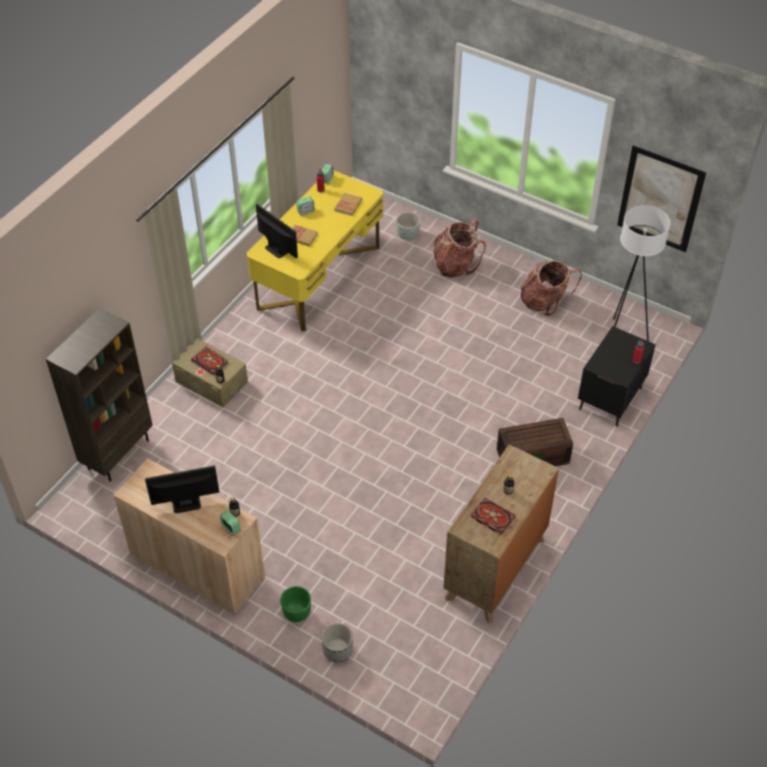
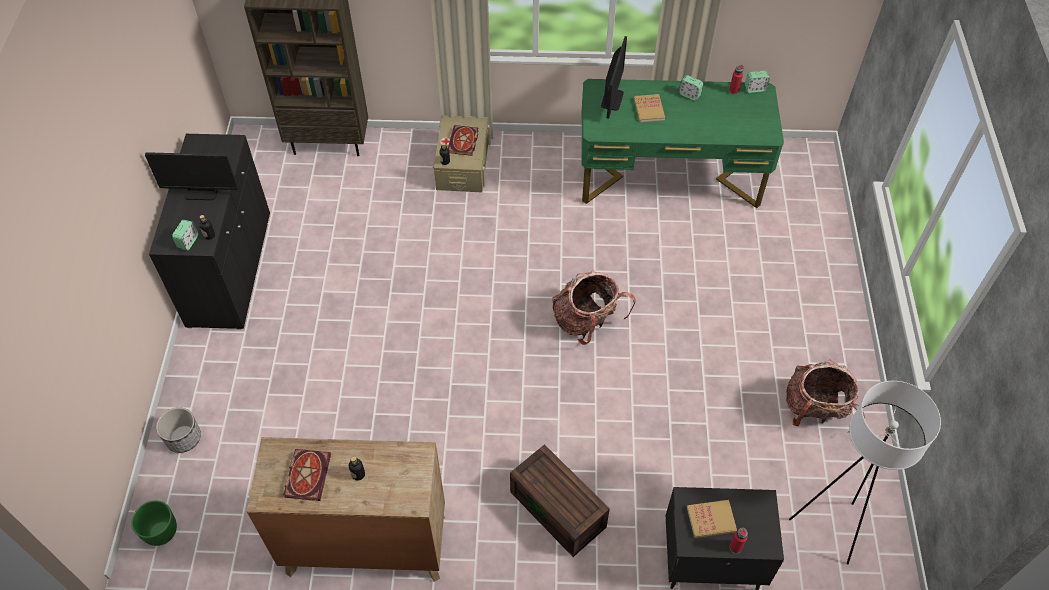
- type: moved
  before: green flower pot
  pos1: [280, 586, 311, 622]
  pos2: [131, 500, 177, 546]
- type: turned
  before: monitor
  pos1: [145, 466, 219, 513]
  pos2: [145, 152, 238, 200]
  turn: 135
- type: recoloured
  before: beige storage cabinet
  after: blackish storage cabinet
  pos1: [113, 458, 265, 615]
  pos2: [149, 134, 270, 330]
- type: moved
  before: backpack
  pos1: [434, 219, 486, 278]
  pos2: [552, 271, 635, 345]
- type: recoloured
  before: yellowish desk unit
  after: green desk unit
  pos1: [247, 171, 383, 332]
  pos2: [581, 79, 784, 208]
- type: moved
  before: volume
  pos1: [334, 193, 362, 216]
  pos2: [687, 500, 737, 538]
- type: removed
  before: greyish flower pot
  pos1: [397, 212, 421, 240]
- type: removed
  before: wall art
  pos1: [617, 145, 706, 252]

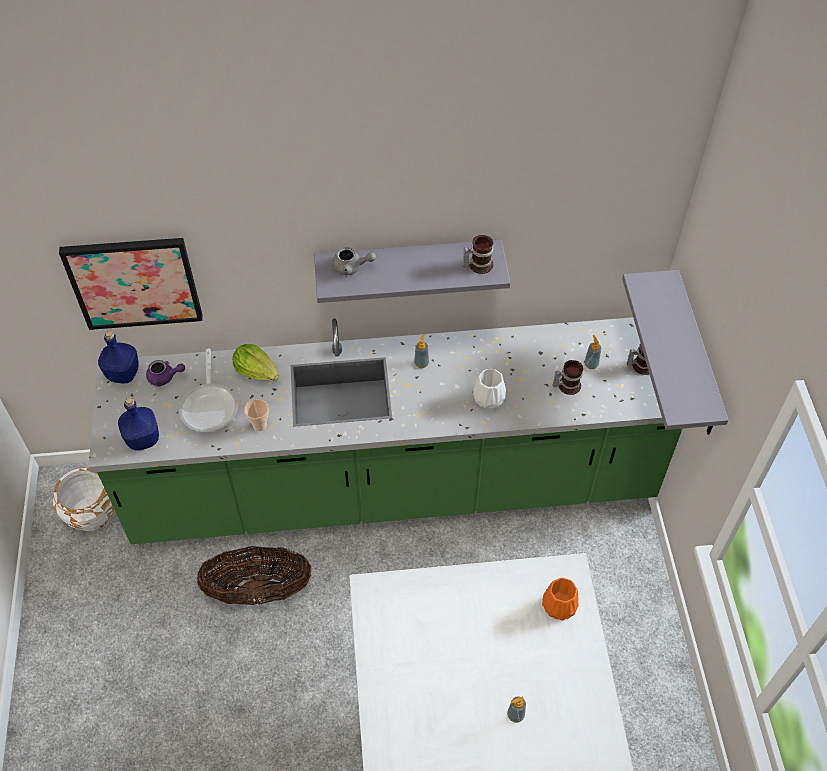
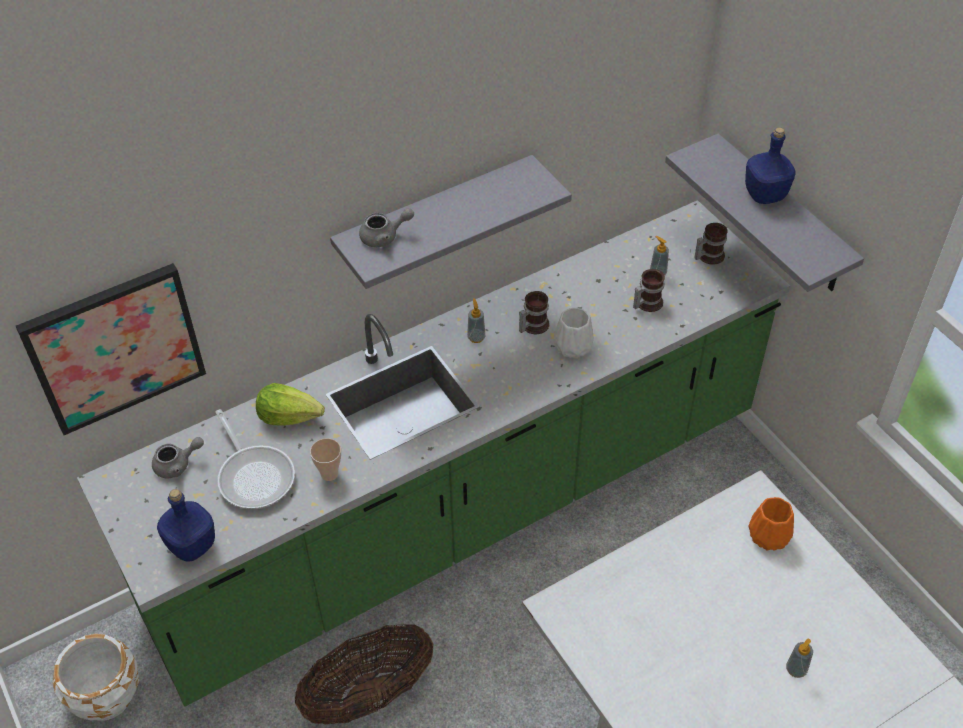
- type: recoloured
  before: purplish tea pot
  after: greyish tea pot
  pos1: [146, 360, 185, 387]
  pos2: [152, 437, 204, 478]
- type: moved
  before: coffee mug
  pos1: [463, 235, 494, 274]
  pos2: [519, 291, 549, 334]
- type: moved
  before: blue bottle
  pos1: [98, 331, 139, 383]
  pos2: [745, 127, 796, 204]

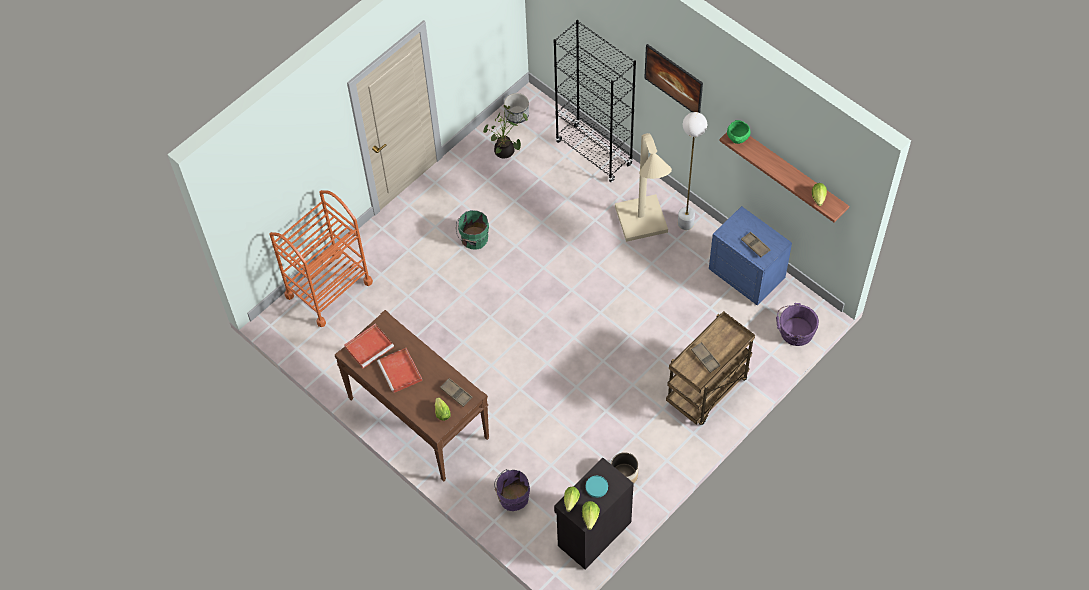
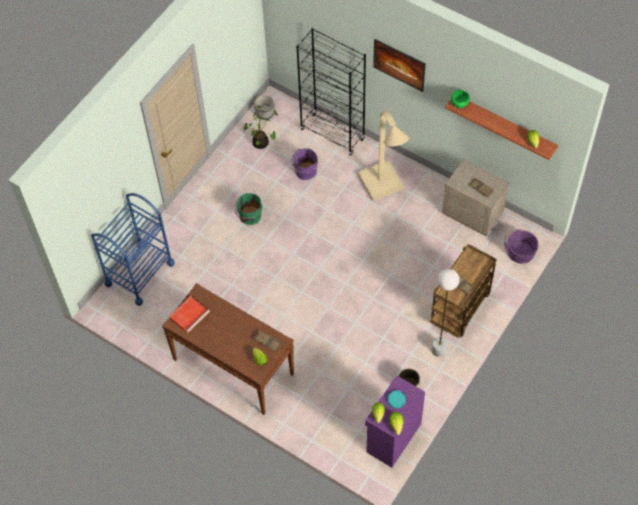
- type: recoloured
  before: orange-coloured cart
  after: blue cart
  pos1: [269, 190, 373, 328]
  pos2: [91, 193, 175, 306]
- type: moved
  before: purplish water bucket
  pos1: [494, 469, 530, 511]
  pos2: [291, 148, 318, 180]
- type: recoloured
  before: blackish storage cabinet
  after: purplish storage cabinet
  pos1: [554, 458, 634, 569]
  pos2: [365, 375, 425, 468]
- type: moved
  before: whitish standard lamp
  pos1: [678, 112, 707, 230]
  pos2: [432, 269, 460, 357]
- type: recoloured
  before: blue nightstand
  after: beige nightstand
  pos1: [709, 206, 792, 306]
  pos2: [442, 159, 509, 236]
- type: removed
  before: red-coloured carrying tray
  pos1: [377, 348, 422, 393]

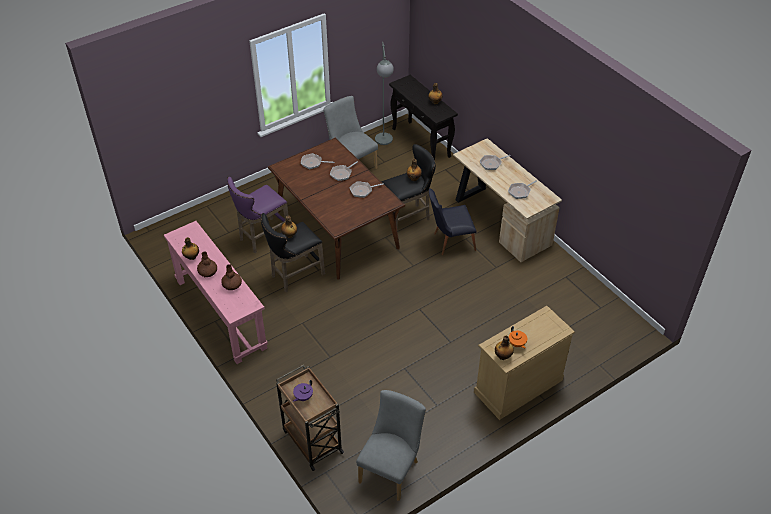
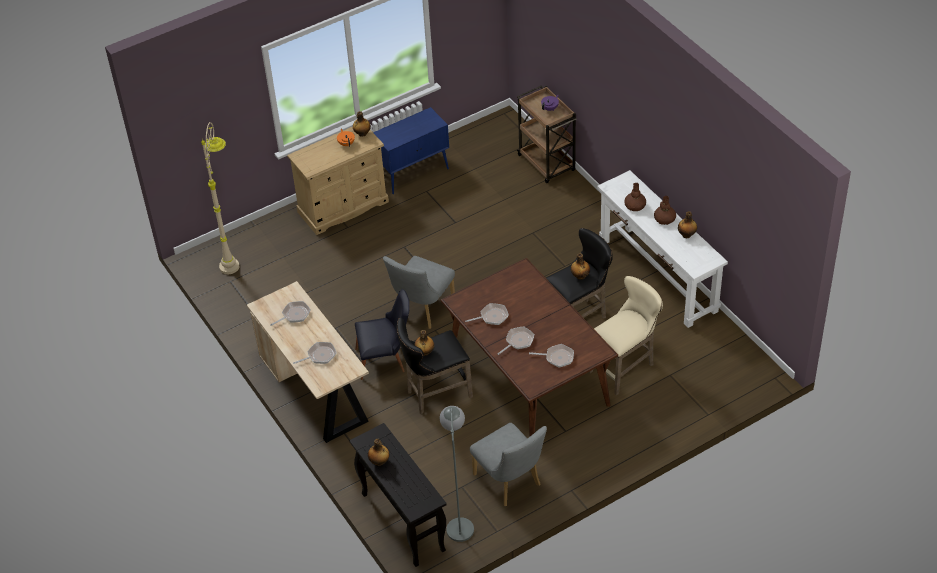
- type: added
  after: beige standard lamp
  pos2: [201, 122, 240, 274]
- type: added
  after: blue storage cabinet
  pos2: [373, 107, 449, 194]
- type: moved
  before: greyish chair
  pos1: [356, 390, 426, 501]
  pos2: [383, 256, 455, 329]
- type: recoloured
  before: purplish stool seat
  after: beige stool seat
  pos1: [227, 177, 289, 253]
  pos2: [589, 276, 663, 395]
- type: recoloured
  before: pink-coloured hall table
  after: whitish hall table
  pos1: [164, 221, 268, 364]
  pos2: [597, 170, 728, 328]

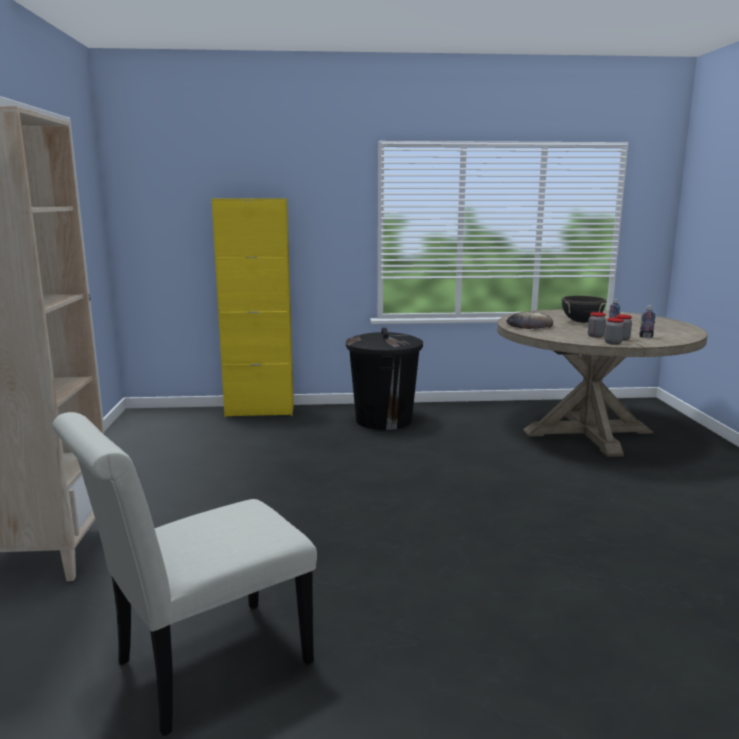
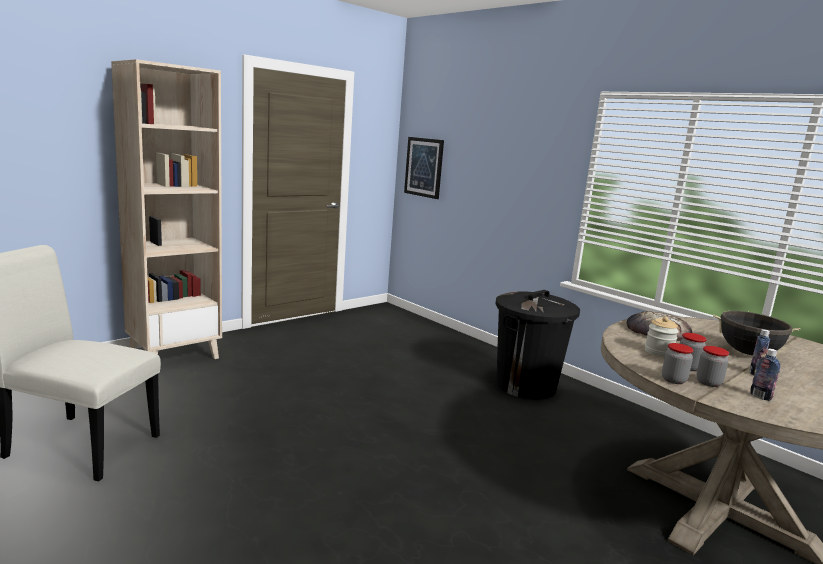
- type: added
  after: wall art
  pos2: [404, 137, 444, 199]
- type: added
  after: storage jar
  pos2: [645, 316, 679, 357]
- type: removed
  before: yellowish storage cabinet
  pos1: [212, 198, 294, 417]

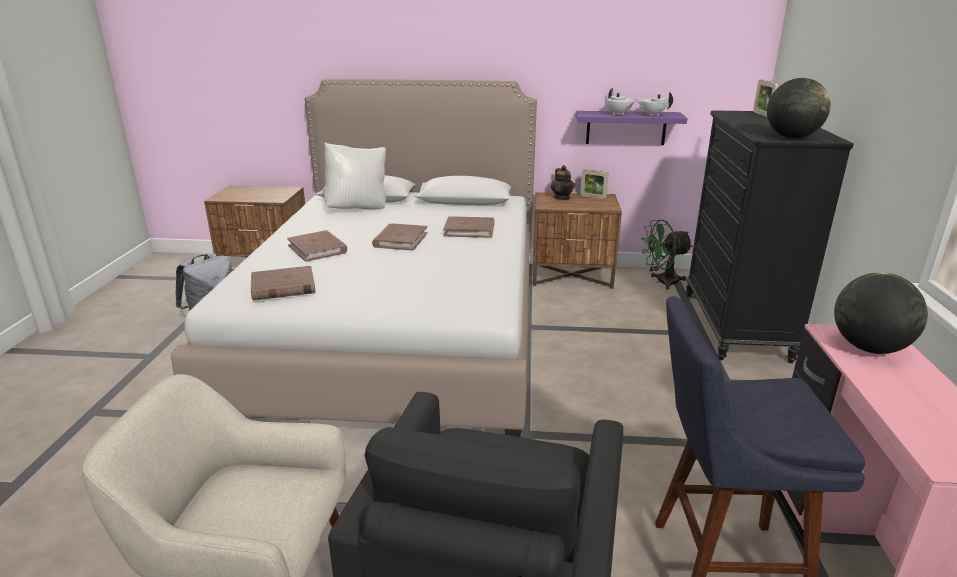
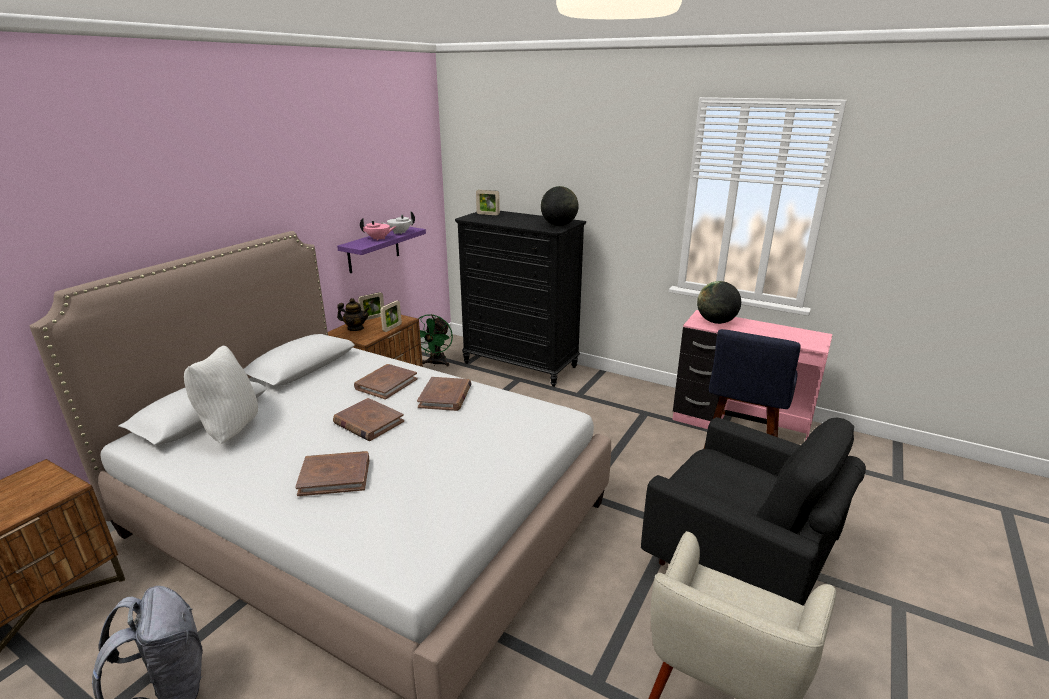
- type: recoloured
  before: whitish tea pot
  after: pink-coloured tea pot
  pos1: [607, 88, 634, 115]
  pos2: [360, 218, 396, 241]
- type: added
  after: standing frame
  pos2: [380, 300, 402, 332]
- type: moved
  before: brown volume
  pos1: [251, 266, 315, 300]
  pos2: [417, 377, 472, 411]

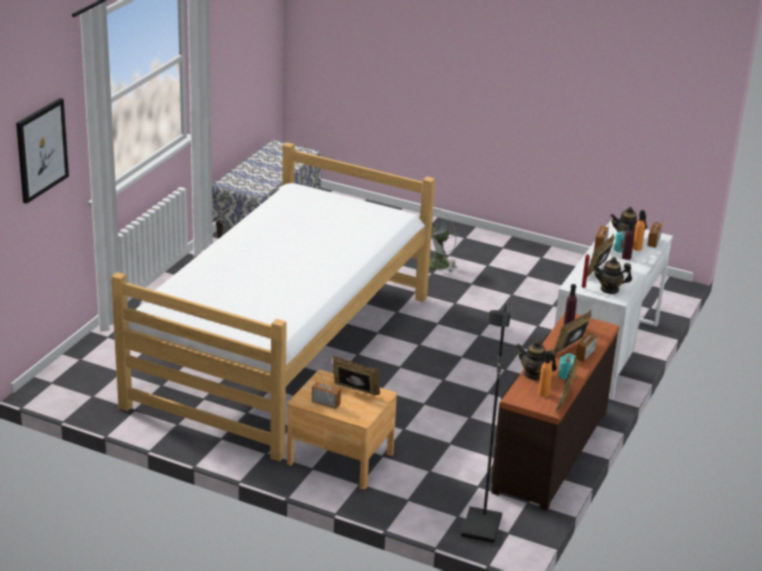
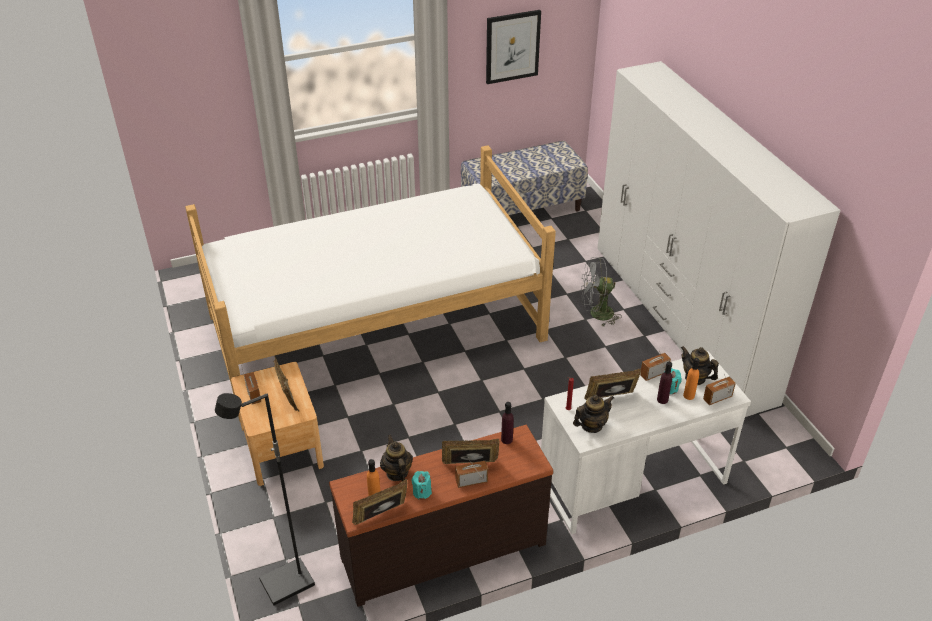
- type: moved
  before: wall art
  pos1: [16, 98, 69, 204]
  pos2: [486, 10, 541, 84]
- type: turned
  before: tea pot
  pos1: [593, 257, 632, 294]
  pos2: [573, 395, 614, 433]
  turn: 105
- type: added
  after: whitish clothes cupboard
  pos2: [597, 61, 840, 417]

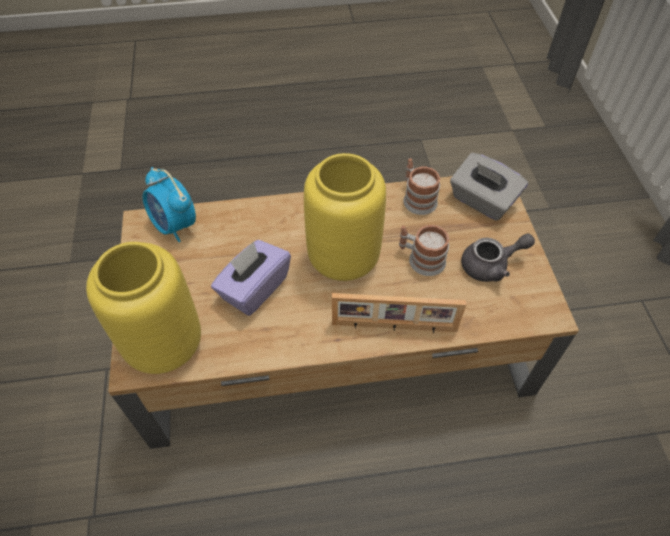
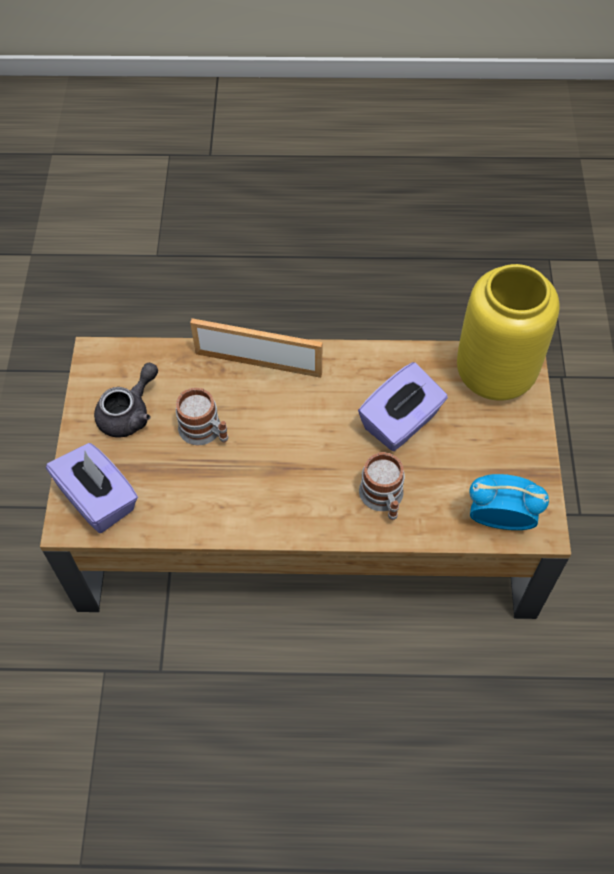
- type: recoloured
  before: greyish tissue box
  after: purplish tissue box
  pos1: [450, 153, 528, 221]
  pos2: [46, 443, 138, 533]
- type: turned
  before: greyish tea pot
  pos1: [461, 233, 535, 282]
  pos2: [94, 362, 158, 438]
  turn: 135
- type: moved
  before: coffee mug
  pos1: [403, 158, 440, 215]
  pos2: [359, 452, 405, 520]
- type: turned
  before: alarm clock
  pos1: [142, 167, 196, 242]
  pos2: [469, 474, 549, 530]
  turn: -45
- type: removed
  before: yellowish decorative vase
  pos1: [304, 153, 386, 281]

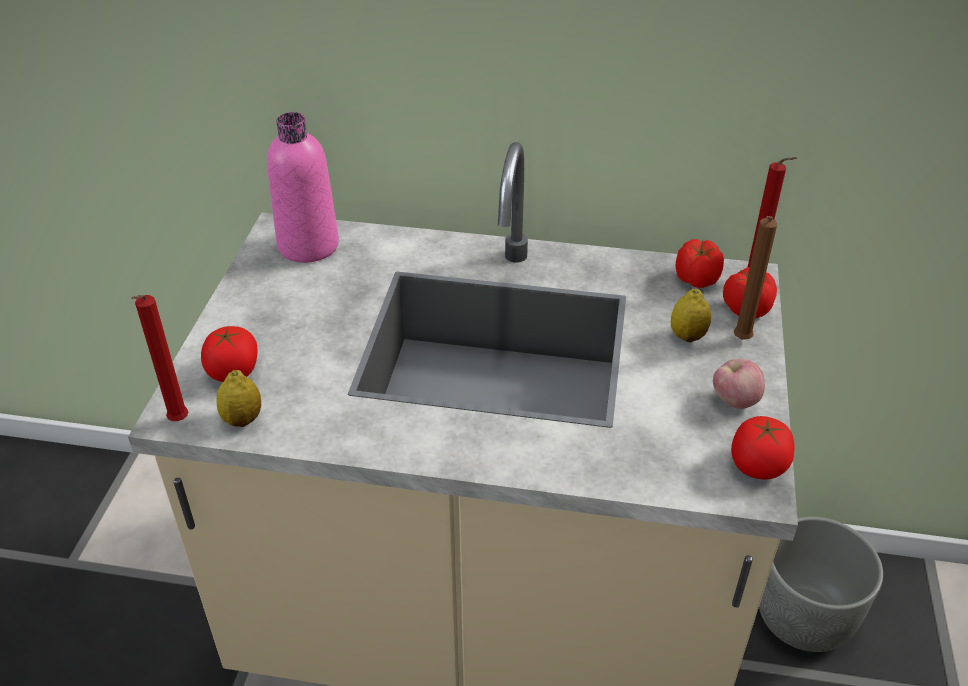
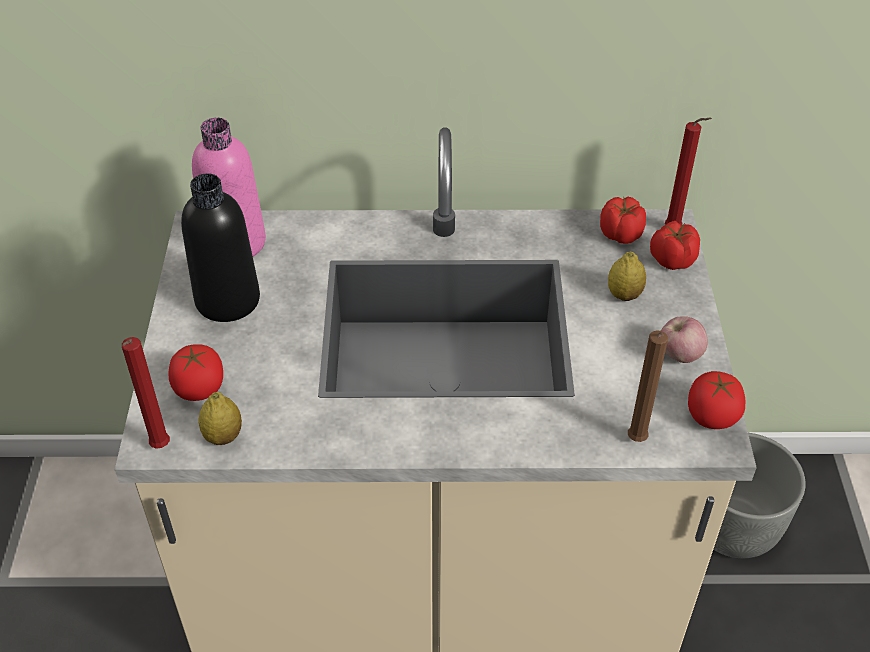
- type: added
  after: blackish bottle
  pos2: [181, 173, 260, 322]
- type: moved
  before: brown wax candle
  pos1: [734, 216, 777, 340]
  pos2: [628, 330, 668, 442]

